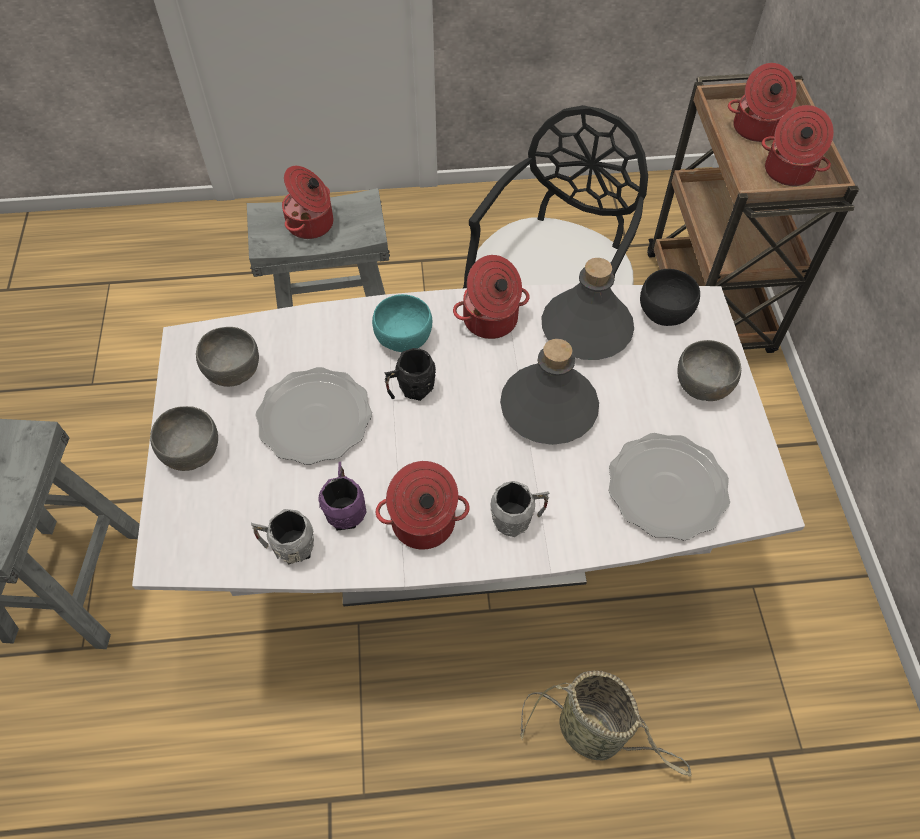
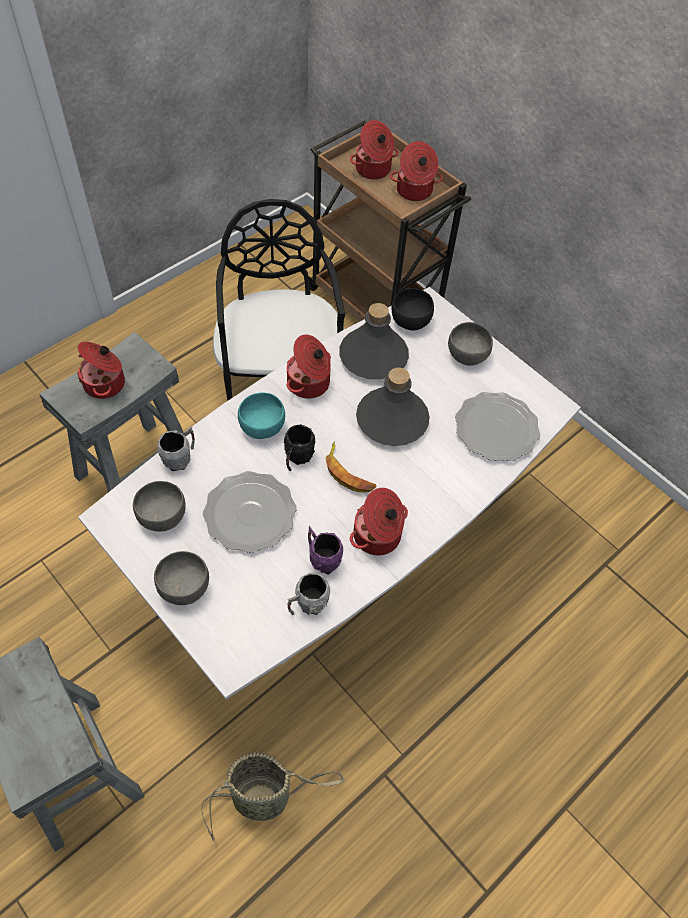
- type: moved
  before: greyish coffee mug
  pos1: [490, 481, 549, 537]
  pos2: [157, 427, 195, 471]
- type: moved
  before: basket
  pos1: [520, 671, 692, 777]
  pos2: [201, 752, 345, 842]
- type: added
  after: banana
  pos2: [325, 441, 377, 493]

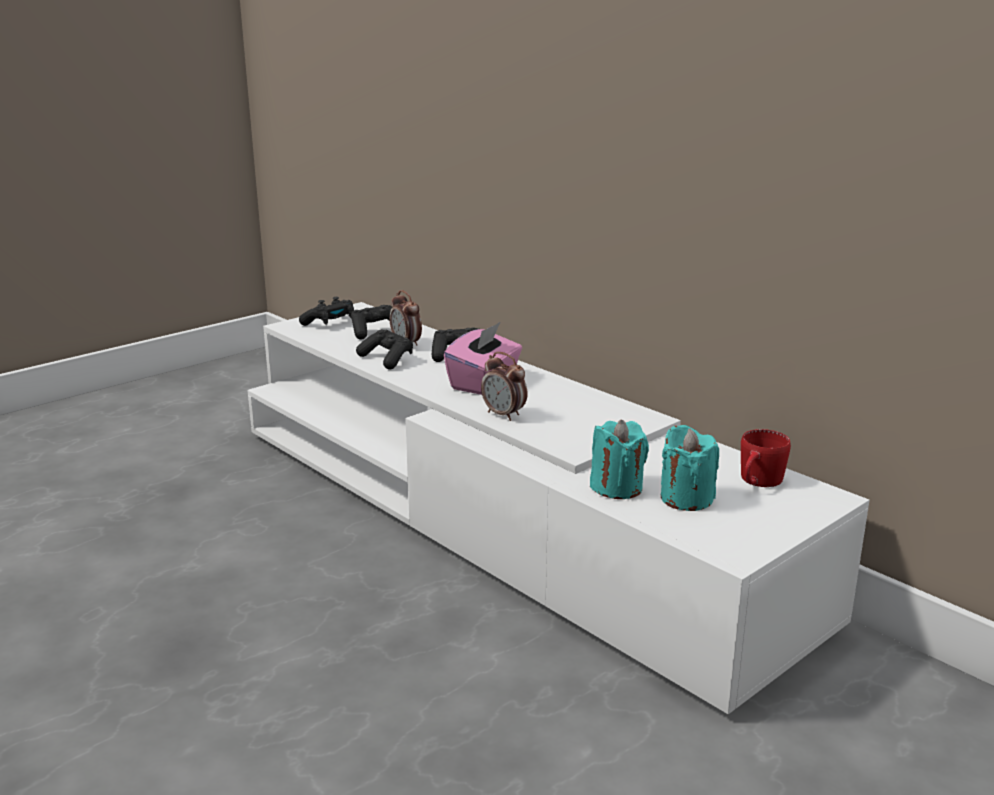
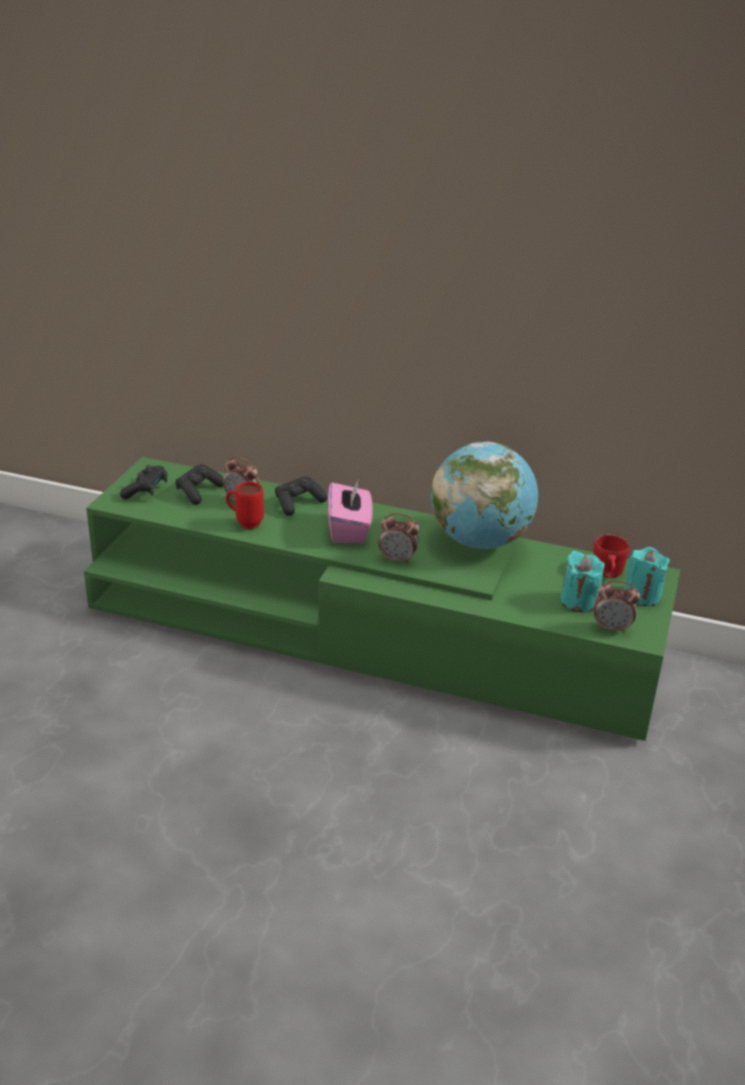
- type: recoloured
  before: whitish media console
  after: green media console
  pos1: [247, 302, 870, 714]
  pos2: [84, 457, 680, 741]
- type: replaced
  before: blackish gamepad
  after: red-coloured coffee mug
  pos1: [356, 329, 413, 370]
  pos2: [226, 482, 264, 529]
- type: added
  after: desk globe
  pos2: [431, 442, 538, 549]
- type: added
  after: alarm clock
  pos2: [594, 580, 640, 634]
- type: moved
  before: turquoise wax candle
  pos1: [590, 420, 649, 499]
  pos2: [624, 547, 670, 606]

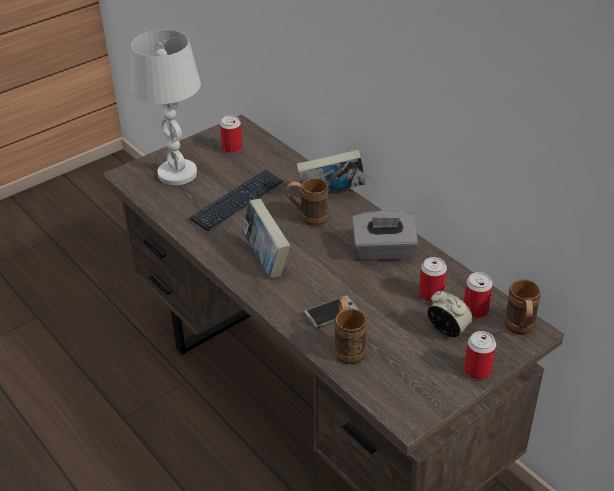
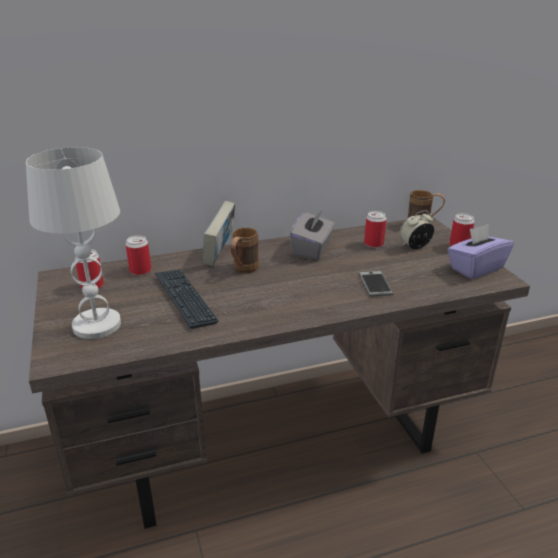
- type: moved
  before: can
  pos1: [464, 272, 493, 318]
  pos2: [126, 235, 151, 275]
- type: added
  after: purplish tissue box
  pos2: [448, 224, 514, 279]
- type: removed
  before: volume
  pos1: [242, 199, 290, 279]
- type: removed
  before: brown coffee mug
  pos1: [334, 298, 367, 365]

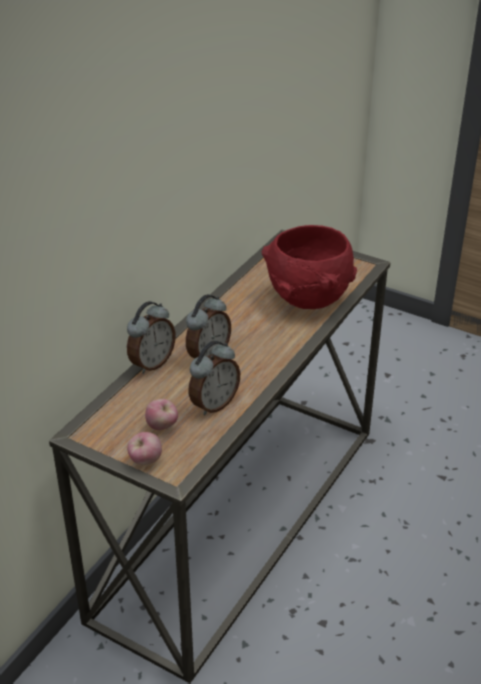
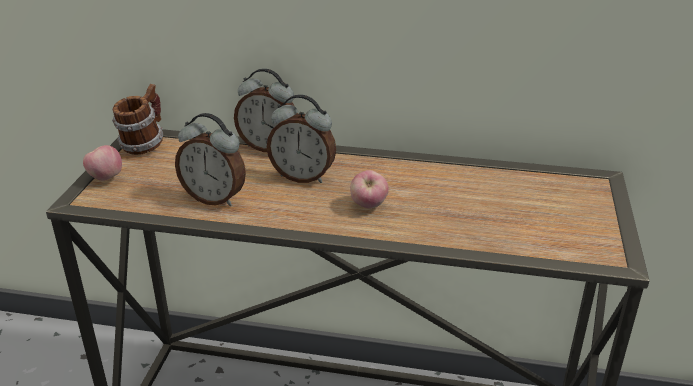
- type: added
  after: coffee mug
  pos2: [112, 84, 163, 155]
- type: moved
  before: apple fruit
  pos1: [145, 399, 178, 430]
  pos2: [350, 170, 389, 209]
- type: removed
  before: red-coloured deep dish
  pos1: [262, 225, 357, 309]

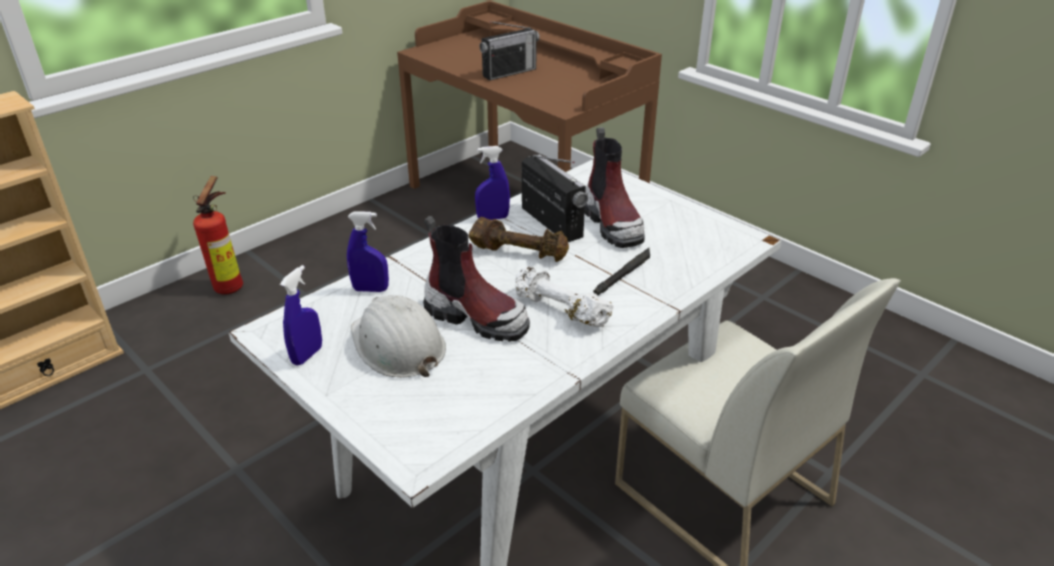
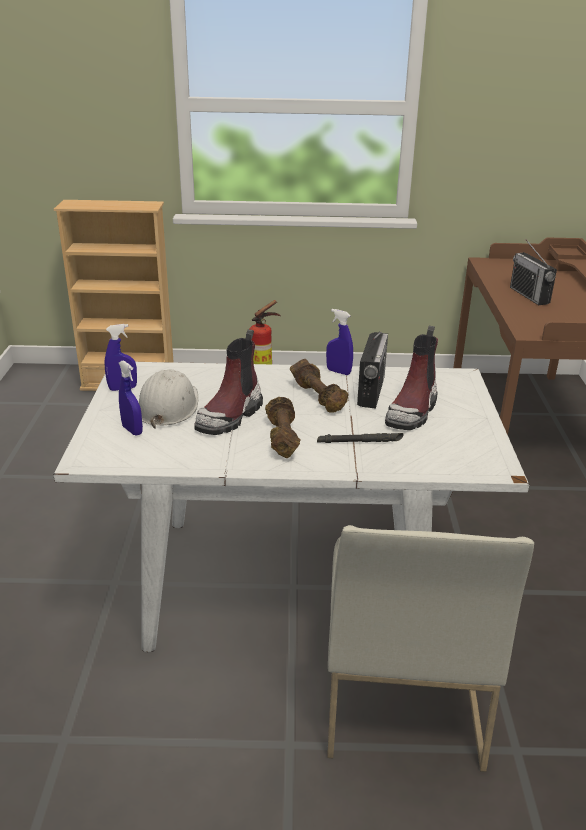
- type: moved
  before: blue sprayer
  pos1: [347, 211, 389, 292]
  pos2: [119, 360, 143, 435]
- type: turned
  before: high-top boot
  pos1: [423, 216, 530, 342]
  pos2: [194, 329, 263, 435]
  turn: 45
- type: recoloured
  before: whitish hand weight
  after: brown hand weight
  pos1: [515, 266, 613, 327]
  pos2: [265, 397, 301, 458]
- type: turned
  before: radio
  pos1: [479, 21, 540, 80]
  pos2: [510, 239, 557, 305]
  turn: 60

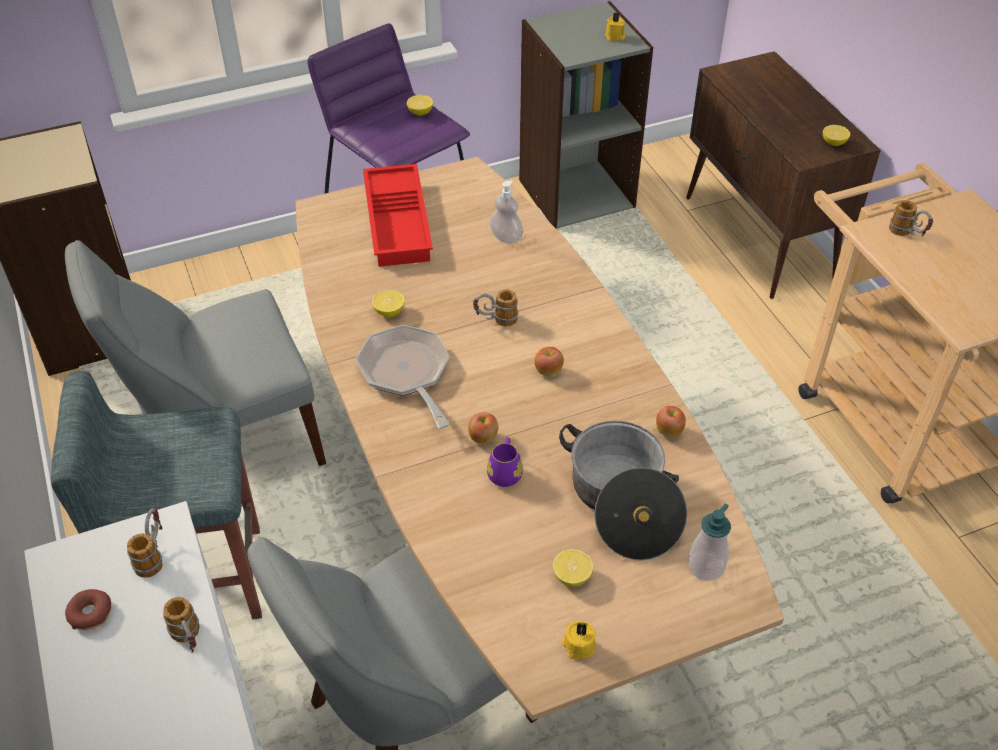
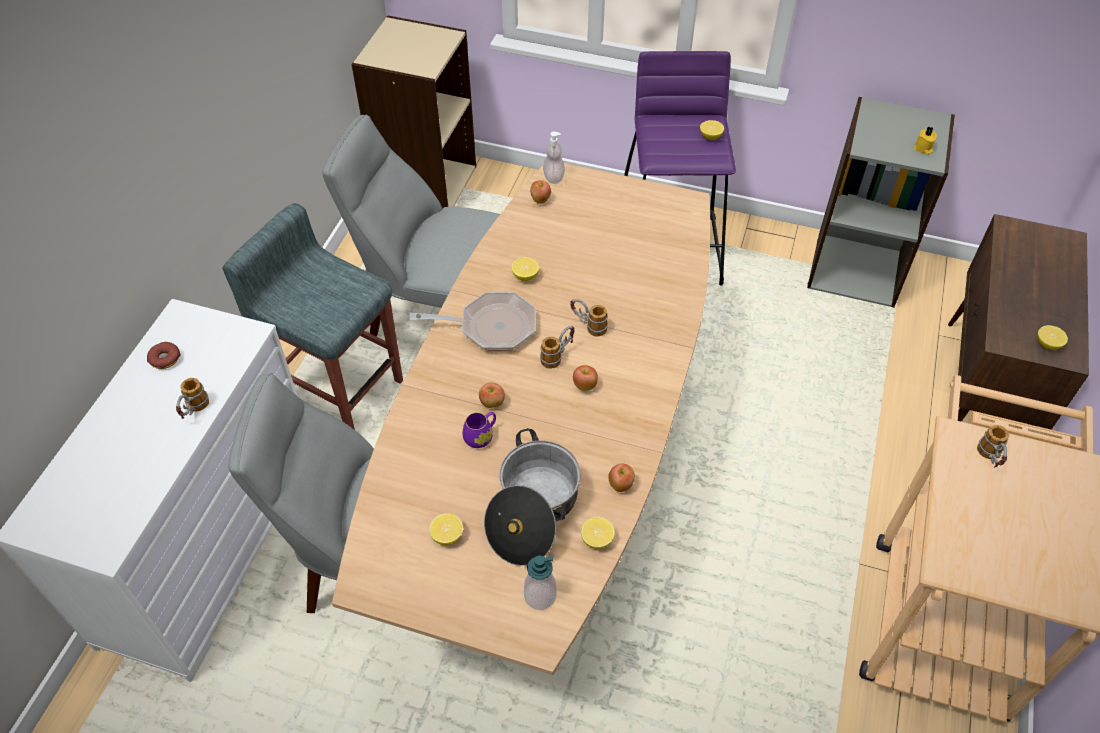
- type: turned
  before: pan
  pos1: [356, 325, 450, 429]
  pos2: [409, 292, 536, 351]
  turn: 75
- type: added
  after: apple fruit
  pos2: [530, 180, 551, 204]
- type: moved
  before: coffee mug
  pos1: [127, 508, 163, 578]
  pos2: [540, 326, 575, 369]
- type: moved
  before: soap dispenser
  pos1: [490, 181, 523, 244]
  pos2: [543, 132, 565, 184]
- type: added
  after: whole lemon
  pos2: [581, 517, 615, 549]
- type: removed
  before: red-coloured carrying tray
  pos1: [363, 164, 433, 267]
- type: removed
  before: yellowish wax candle
  pos1: [562, 621, 596, 659]

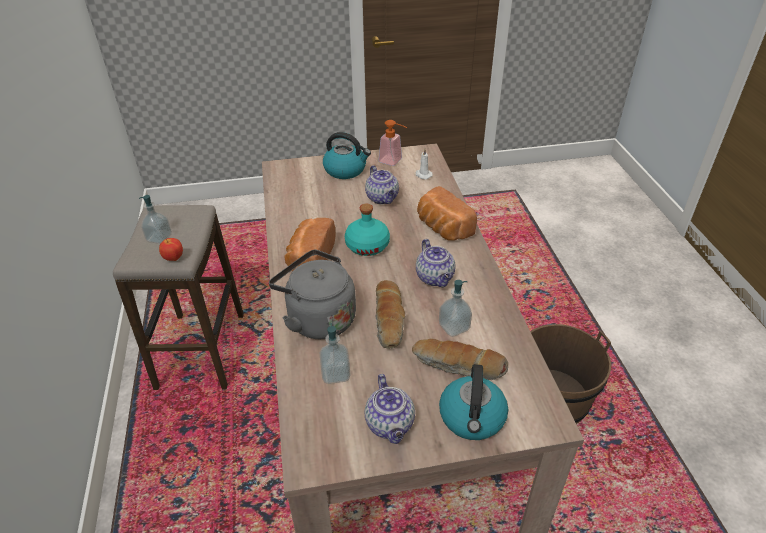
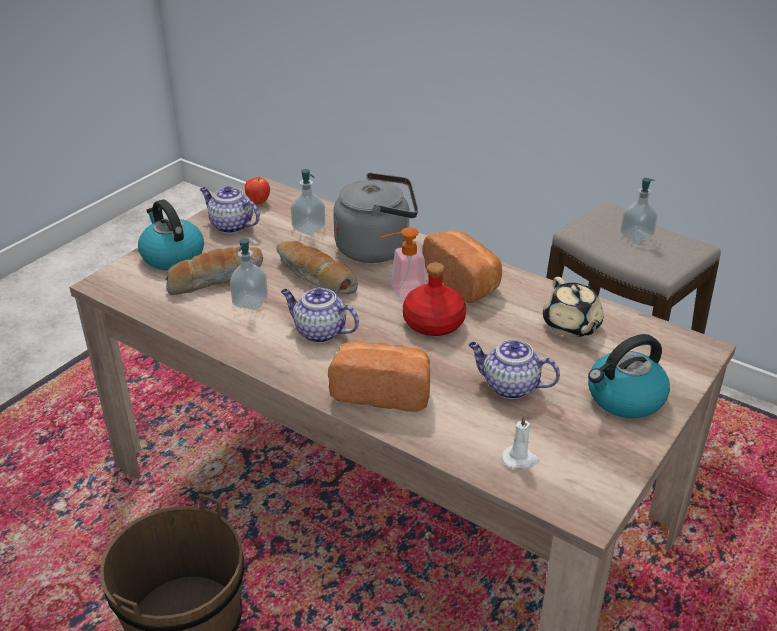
- type: moved
  before: apple fruit
  pos1: [159, 238, 183, 261]
  pos2: [245, 177, 270, 204]
- type: moved
  before: soap dispenser
  pos1: [379, 120, 407, 166]
  pos2: [381, 227, 426, 299]
- type: recoloured
  before: turquoise bottle
  after: red-coloured bottle
  pos1: [345, 204, 390, 256]
  pos2: [403, 262, 466, 336]
- type: added
  after: beige tea pot
  pos2: [543, 277, 604, 337]

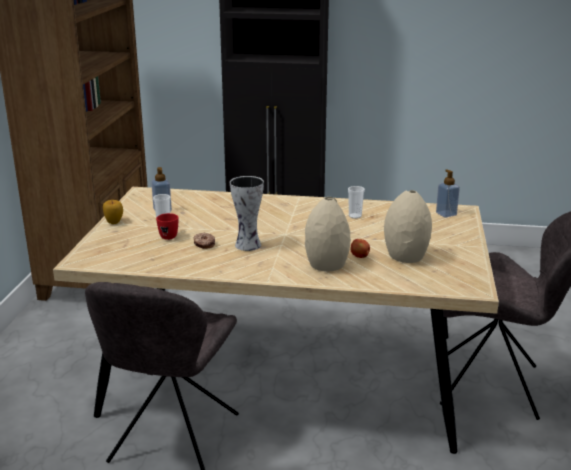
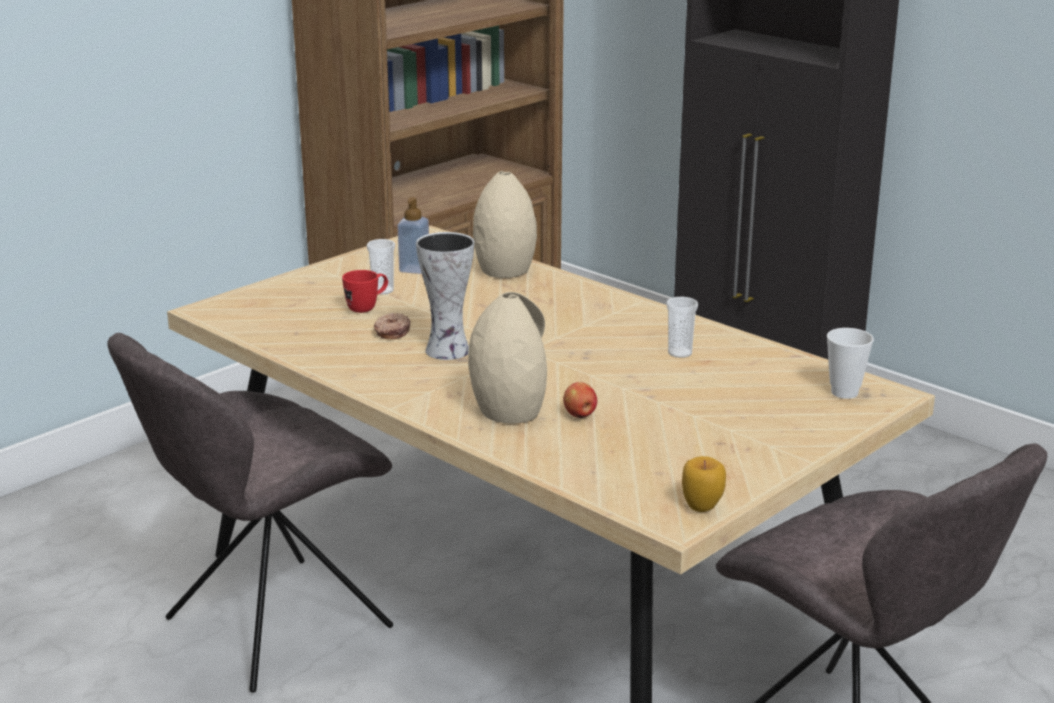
- type: moved
  before: beige decorative vase
  pos1: [384, 190, 432, 263]
  pos2: [473, 171, 537, 278]
- type: moved
  before: apple fruit
  pos1: [103, 200, 123, 224]
  pos2: [682, 456, 726, 512]
- type: replaced
  before: soap dispenser
  after: drinking cup
  pos1: [436, 169, 460, 218]
  pos2: [827, 328, 874, 399]

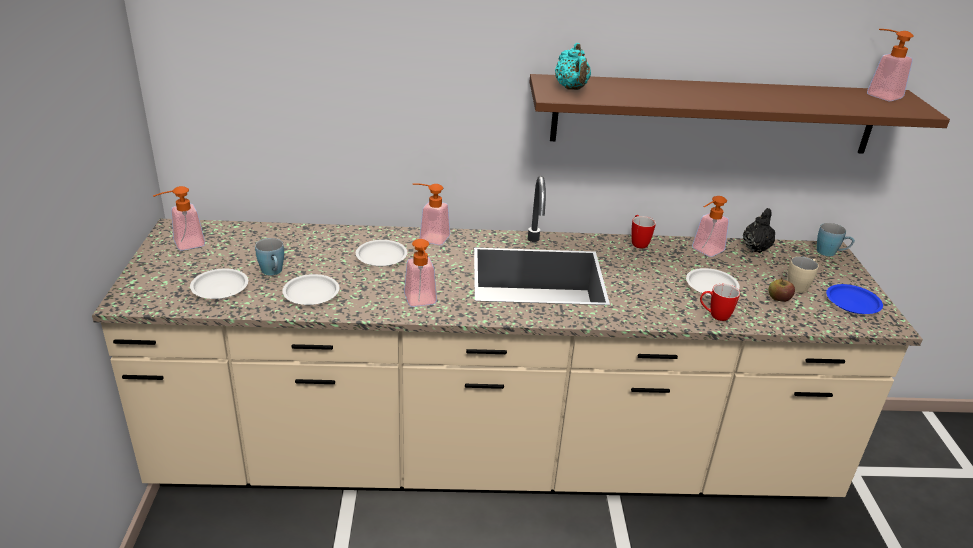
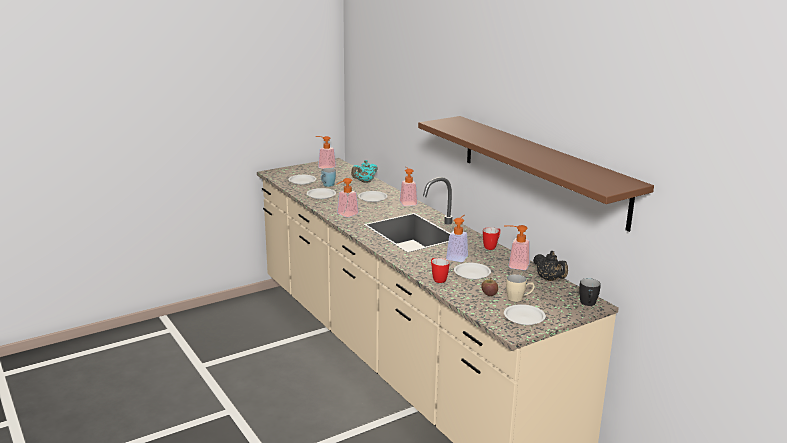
- type: moved
  before: turquoise tea pot
  pos1: [555, 43, 591, 90]
  pos2: [351, 160, 378, 183]
- type: moved
  before: soap dispenser
  pos1: [867, 29, 914, 101]
  pos2: [446, 215, 468, 262]
- type: recoloured
  before: blue plate
  after: whitish plate
  pos1: [826, 284, 883, 314]
  pos2: [504, 304, 546, 325]
- type: turned
  before: blackish tea pot
  pos1: [743, 208, 775, 253]
  pos2: [533, 251, 568, 281]
  turn: 60
- type: recoloured
  before: blue coffee mug
  after: blackish coffee mug
  pos1: [816, 223, 855, 256]
  pos2: [579, 278, 601, 306]

